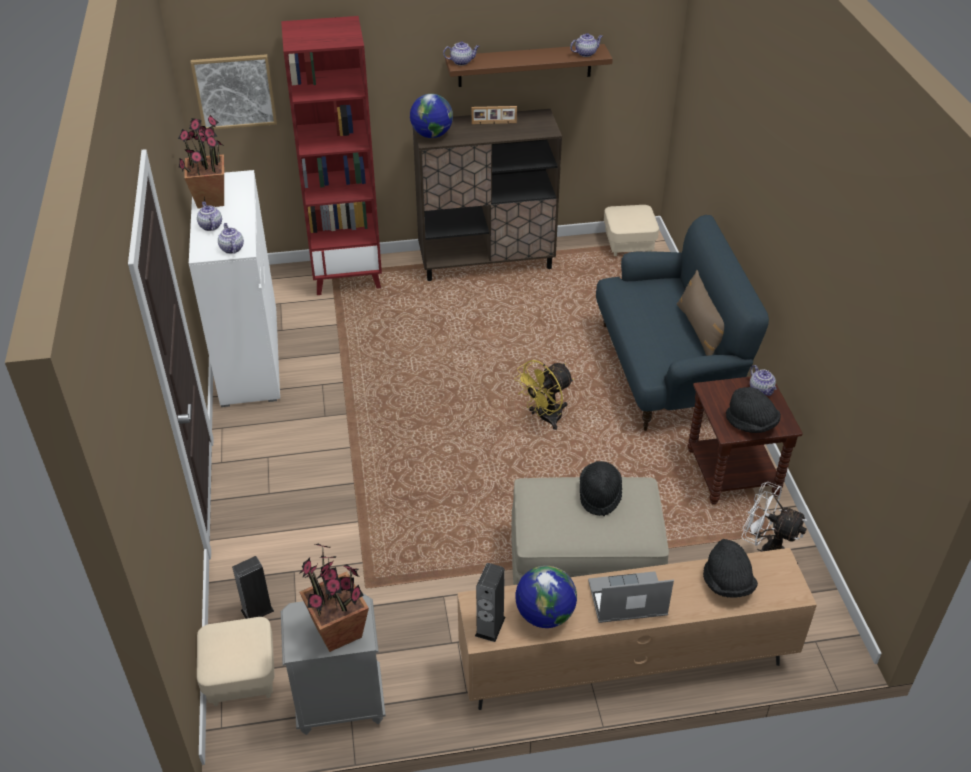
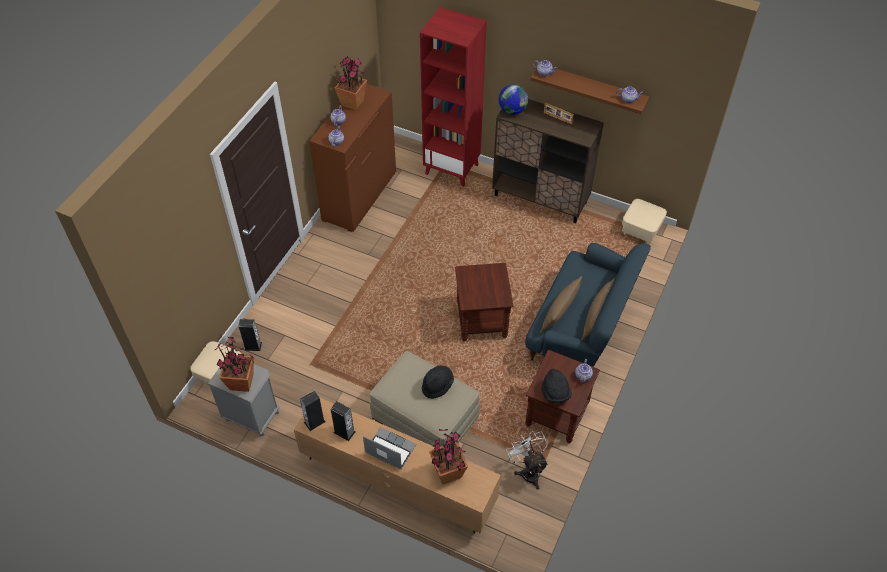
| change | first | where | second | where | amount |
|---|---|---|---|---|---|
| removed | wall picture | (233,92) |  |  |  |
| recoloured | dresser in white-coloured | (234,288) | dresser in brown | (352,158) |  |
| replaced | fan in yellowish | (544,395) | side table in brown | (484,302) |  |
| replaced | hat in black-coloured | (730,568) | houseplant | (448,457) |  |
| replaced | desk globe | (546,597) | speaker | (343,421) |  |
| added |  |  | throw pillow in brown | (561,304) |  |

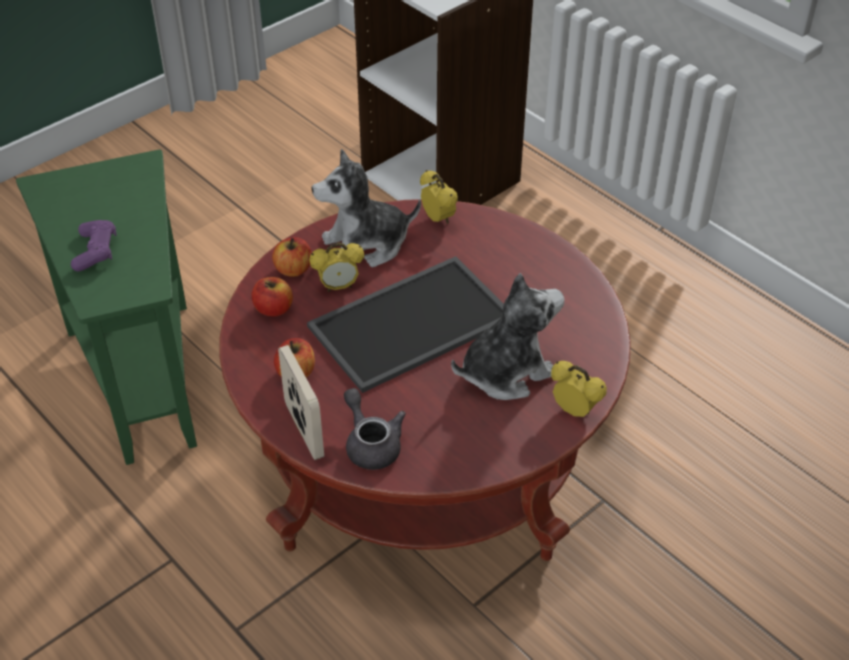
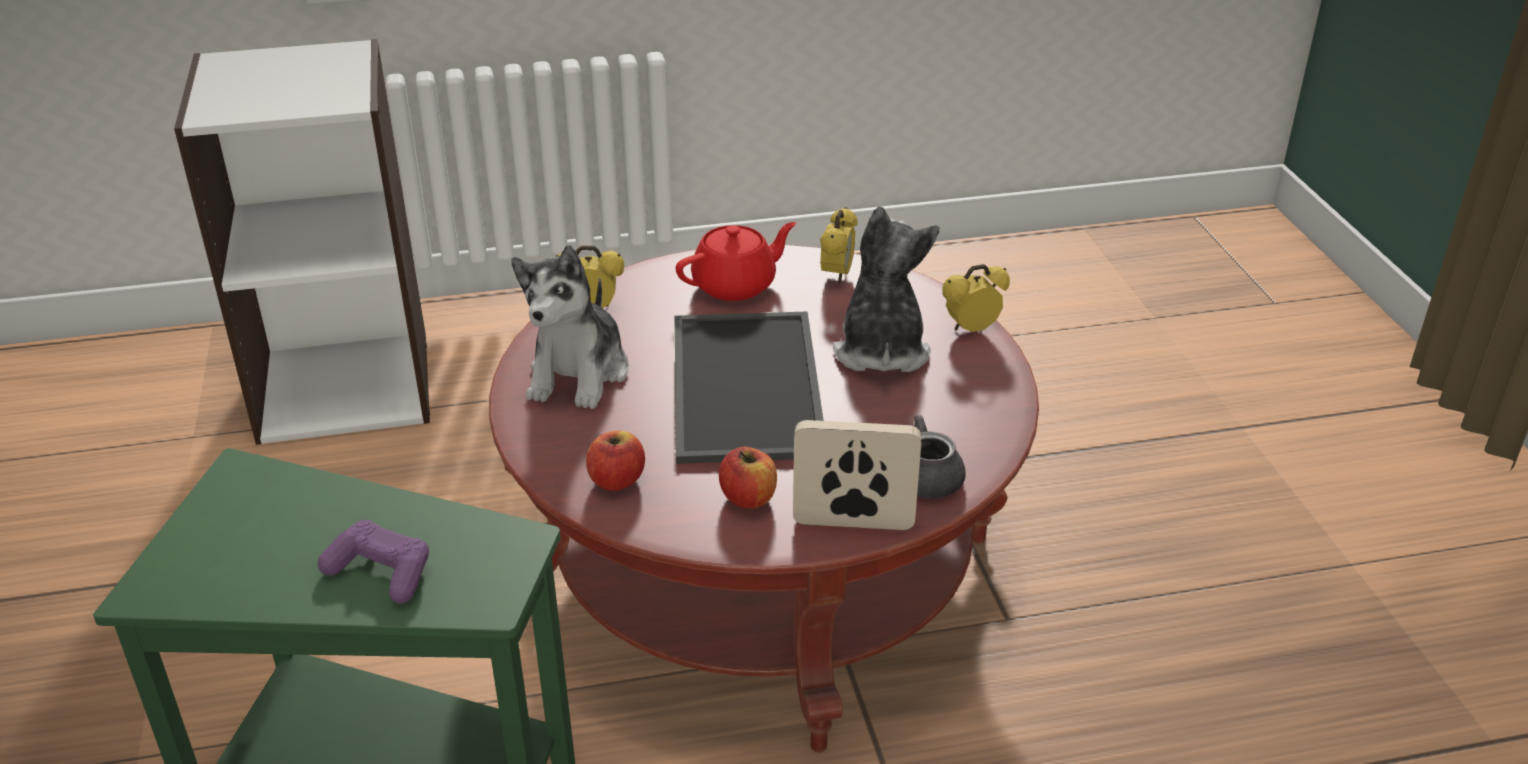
| change | first | where | second | where | amount |
|---|---|---|---|---|---|
| removed | whole apple | (292,257) |  |  |  |
| moved | alarm clock | (336,267) |  | (839,245) |  |
| added |  |  | teapot in red-coloured | (735,261) |  |

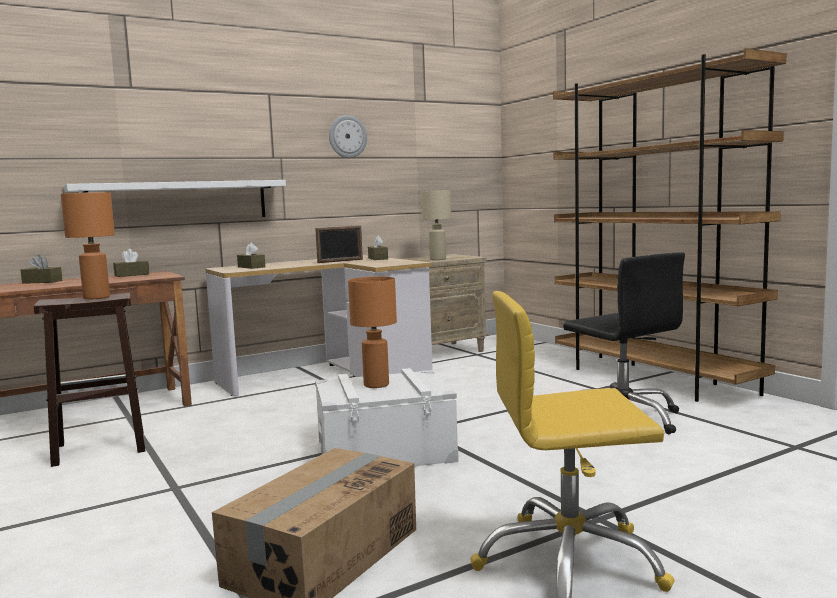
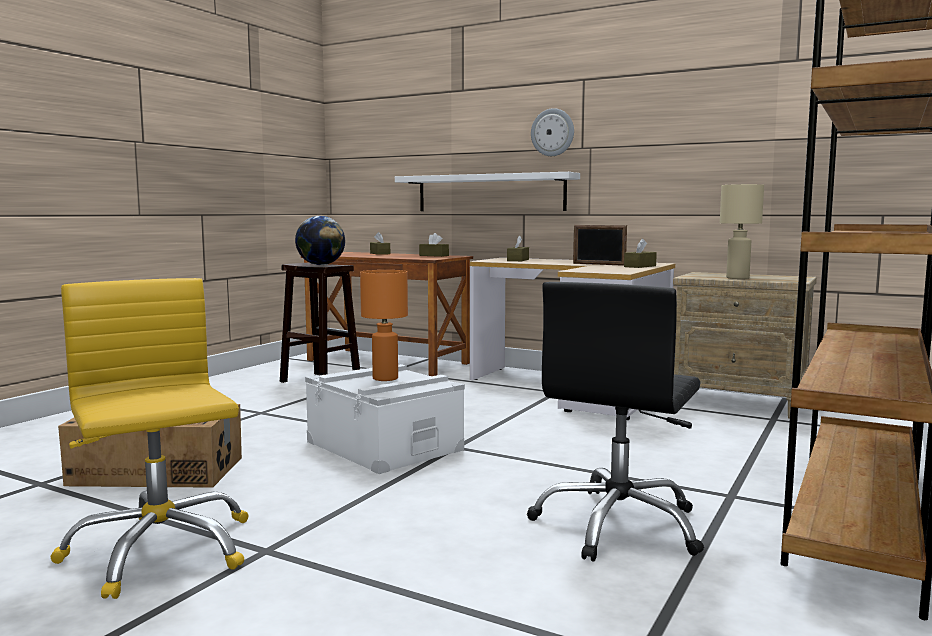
| change | first | where | second | where | amount |
|---|---|---|---|---|---|
| moved | wall clock | (348,136) |  | (552,132) |  |
| replaced | lamp for a table in orange-coloured | (88,246) | desk globe | (320,240) |  |

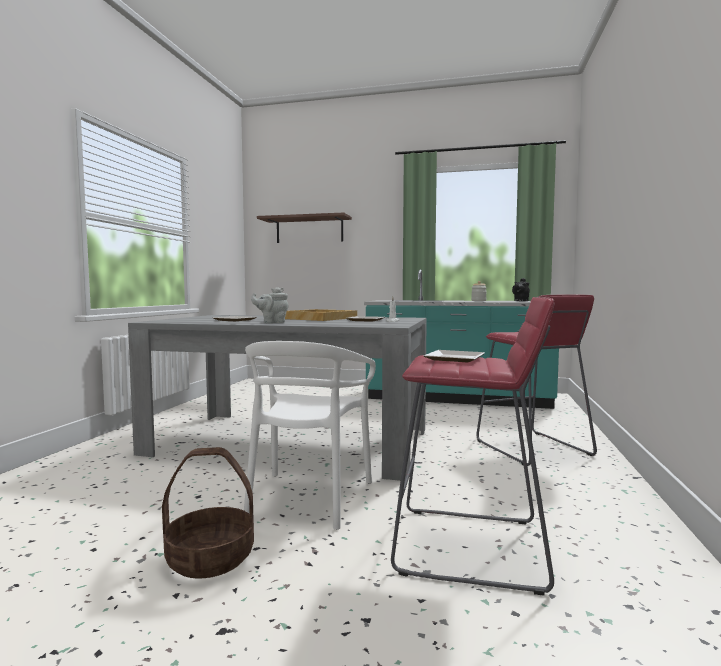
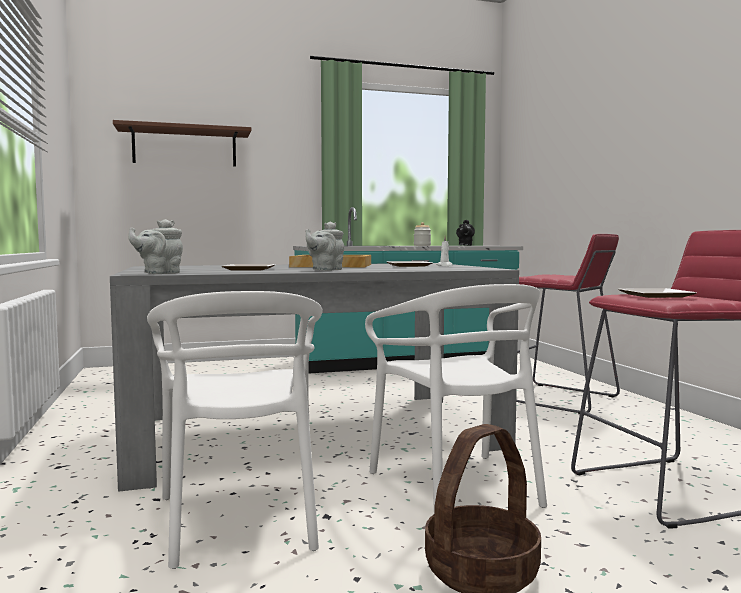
| change | first | where | second | where | amount |
|---|---|---|---|---|---|
| added |  |  | teapot in gray | (155,246) |  |
| added |  |  | upright chair in white-coloured | (235,430) |  |

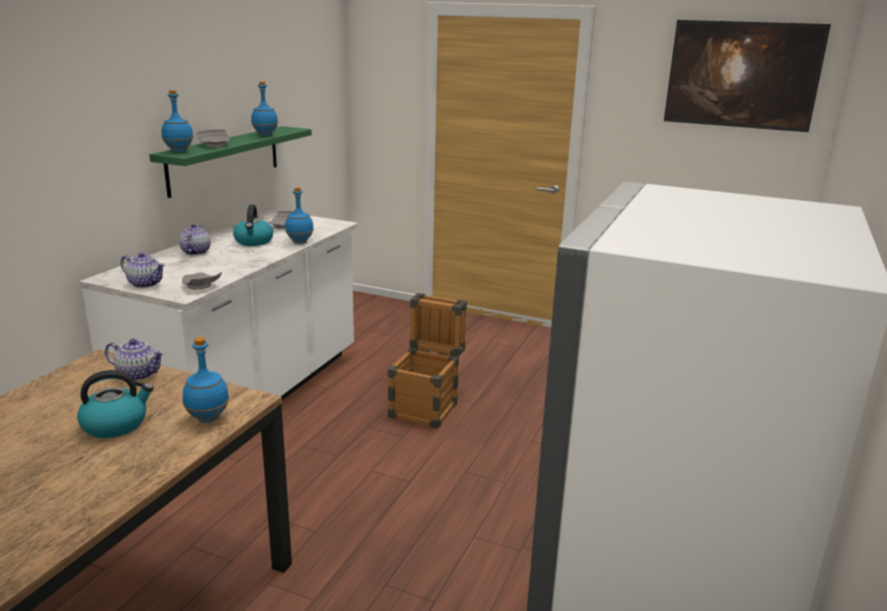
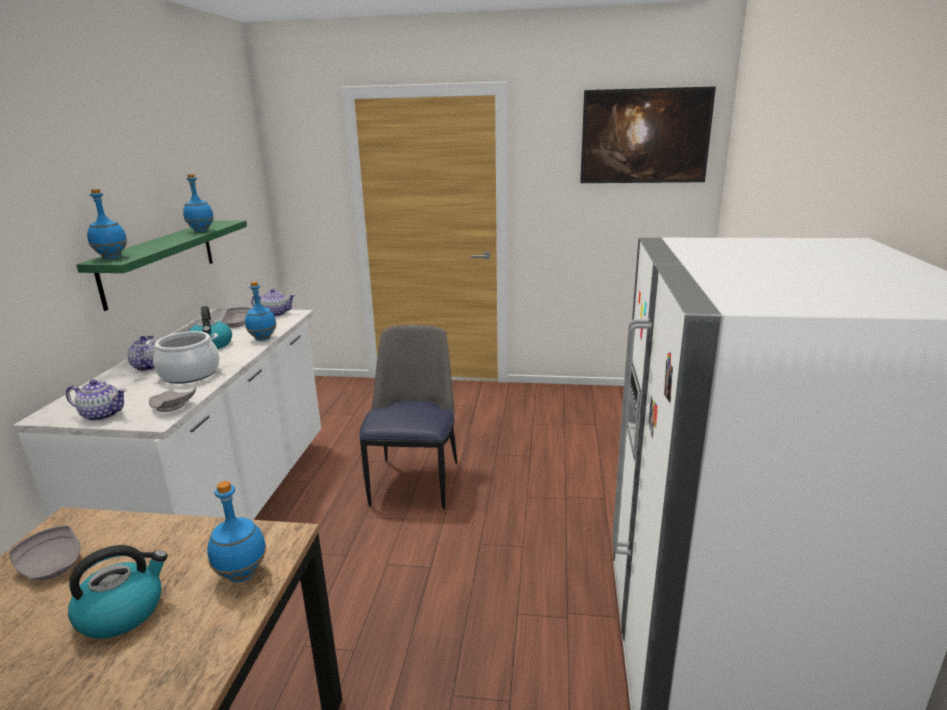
| change | first | where | second | where | amount |
|---|---|---|---|---|---|
| moved | plate in gray | (213,138) |  | (45,552) |  |
| replaced | packing crate | (427,361) | upright chair | (408,417) |  |
| moved | teapot | (135,360) |  | (273,303) |  |
| added |  |  | saucepot | (182,357) |  |

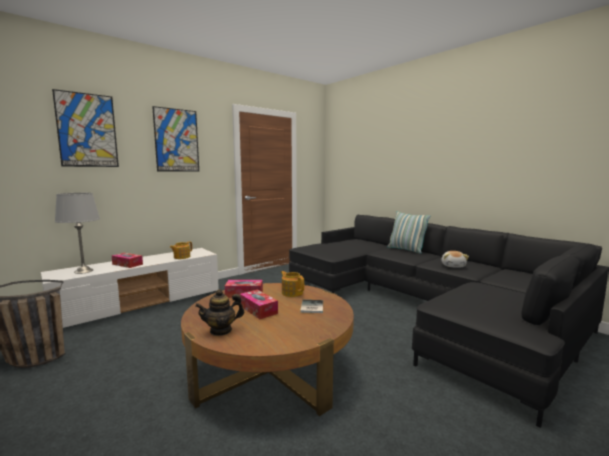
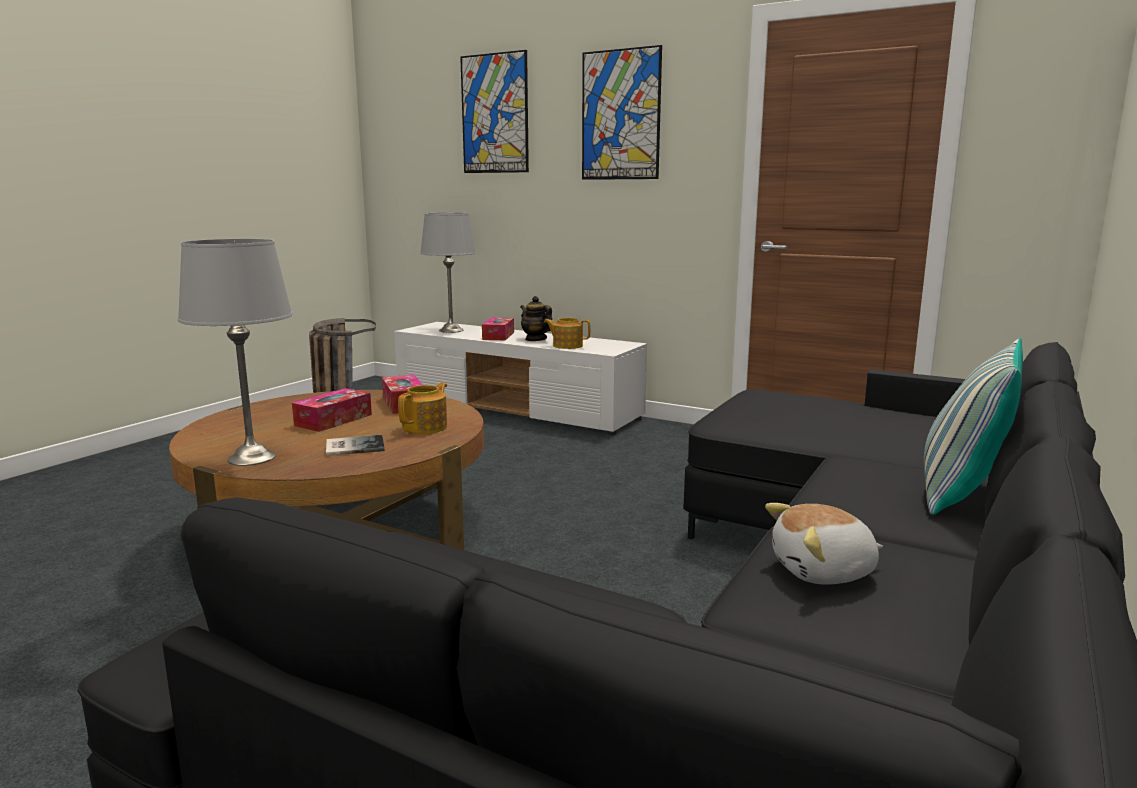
| change | first | where | second | where | amount |
|---|---|---|---|---|---|
| moved | teapot | (219,312) |  | (536,318) |  |
| added |  |  | lamp for a table in gray | (235,352) |  |

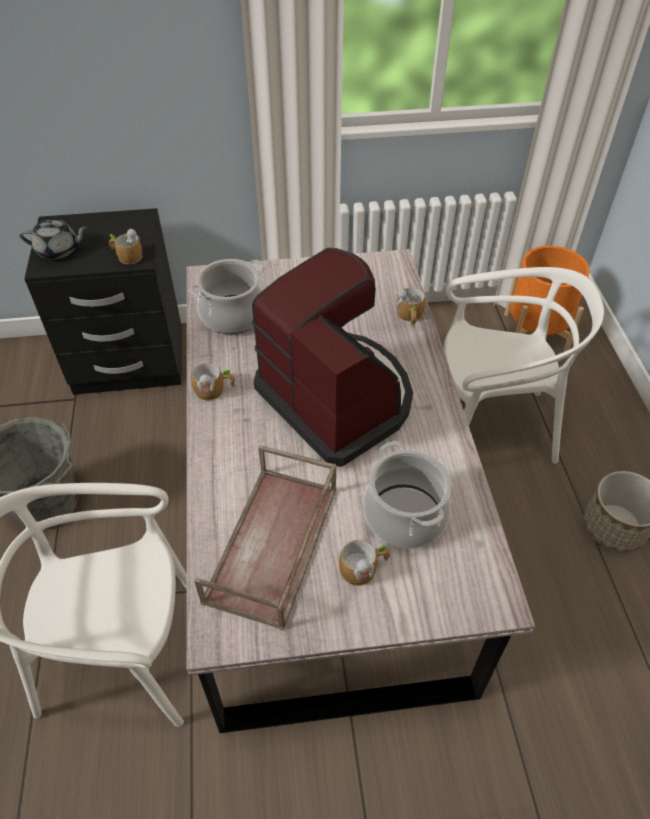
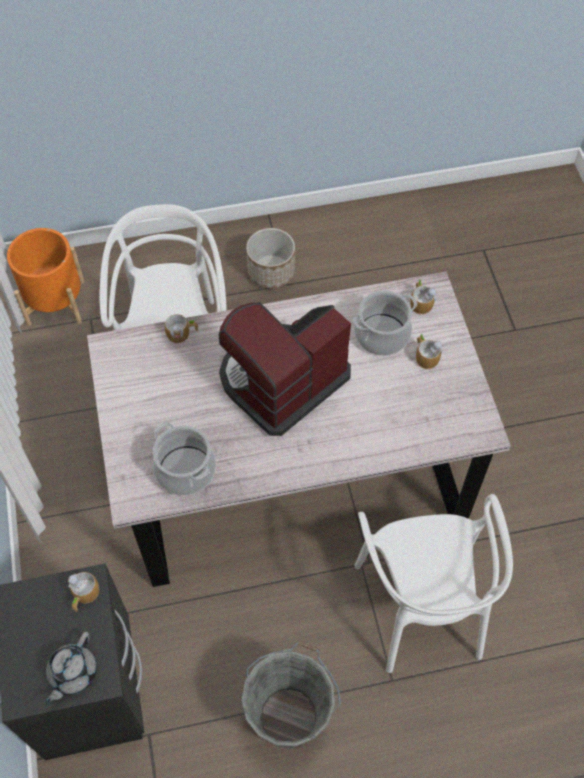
| change | first | where | second | where | amount |
|---|---|---|---|---|---|
| turned | teapot in gray | (53,239) |  | (71,668) | 150 degrees counterclockwise |
| moved | tea mug | (213,382) |  | (423,297) |  |
| removed | carrying tray in brown | (265,538) |  |  |  |

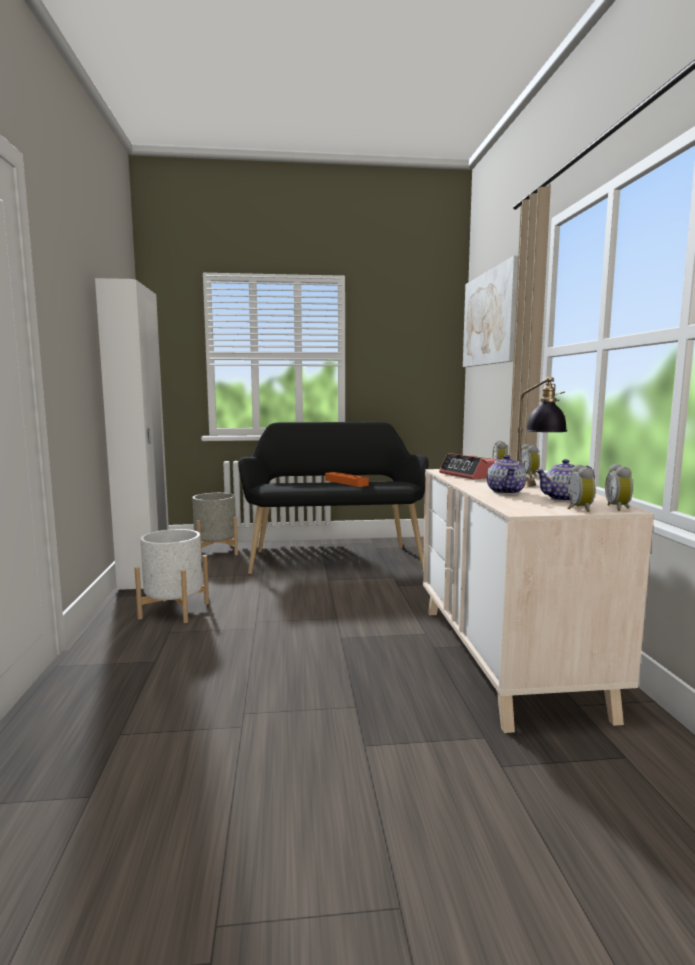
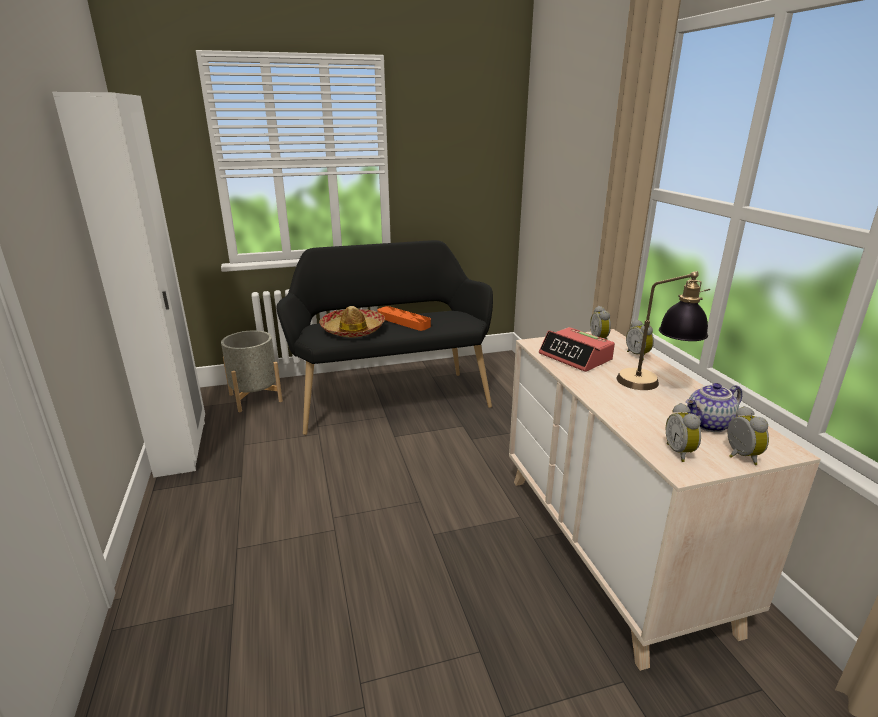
| change | first | where | second | where | amount |
|---|---|---|---|---|---|
| removed | wall picture | (490,311) |  |  |  |
| removed | teapot | (506,474) |  |  |  |
| moved | alarm clock | (619,487) |  | (683,432) |  |
| removed | flower pot in white-coloured | (172,576) |  |  |  |
| added |  |  | hat | (352,322) |  |

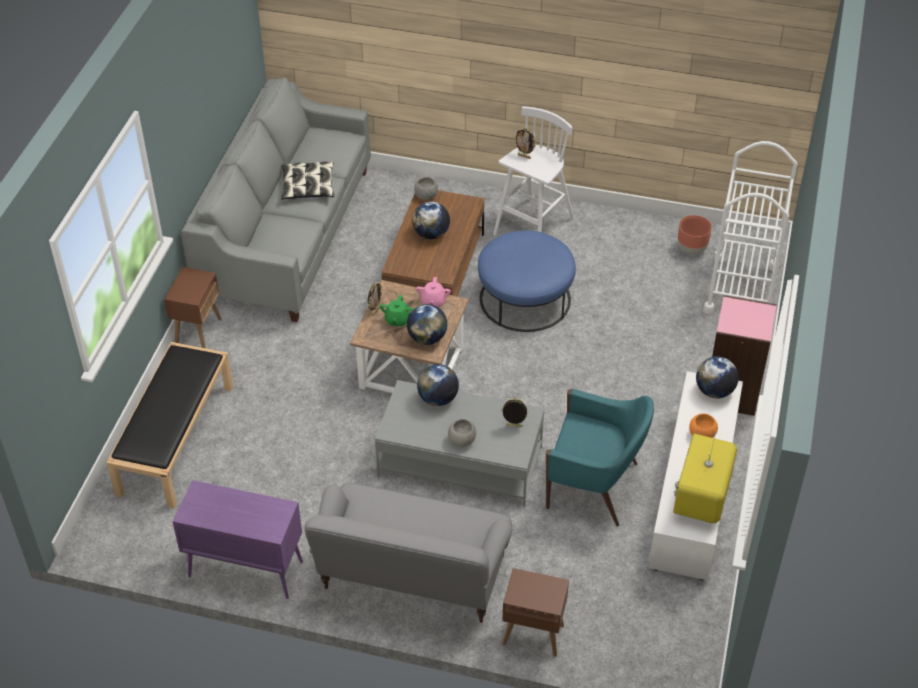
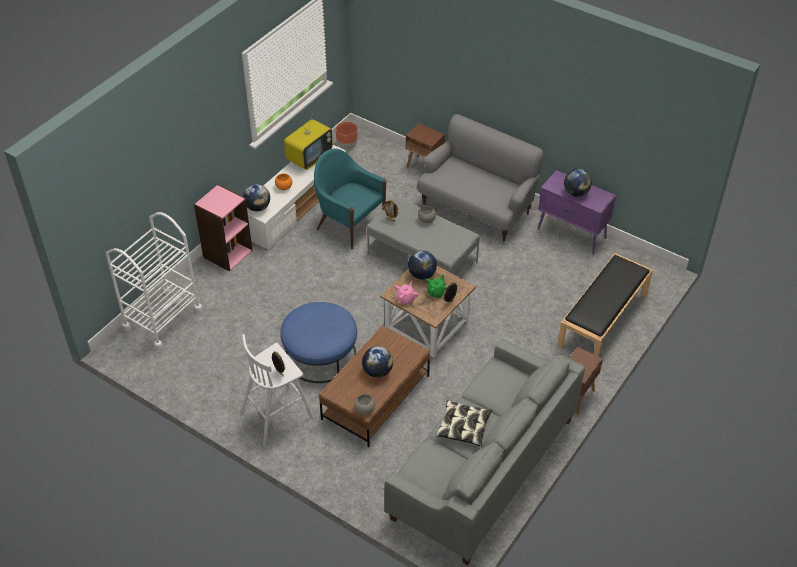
| change | first | where | second | where | amount |
|---|---|---|---|---|---|
| moved | flower pot in brown | (695,235) |  | (347,135) |  |
| moved | desk globe | (438,385) |  | (578,183) |  |

